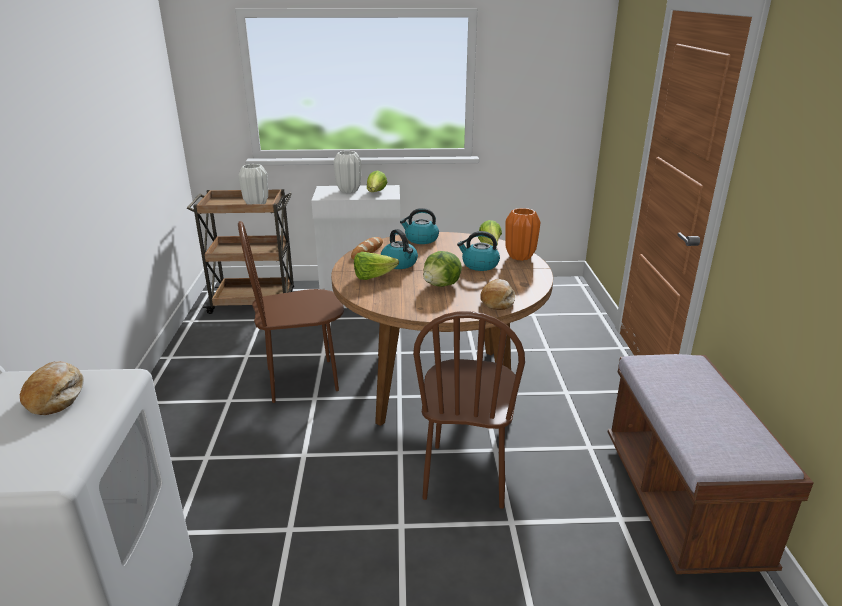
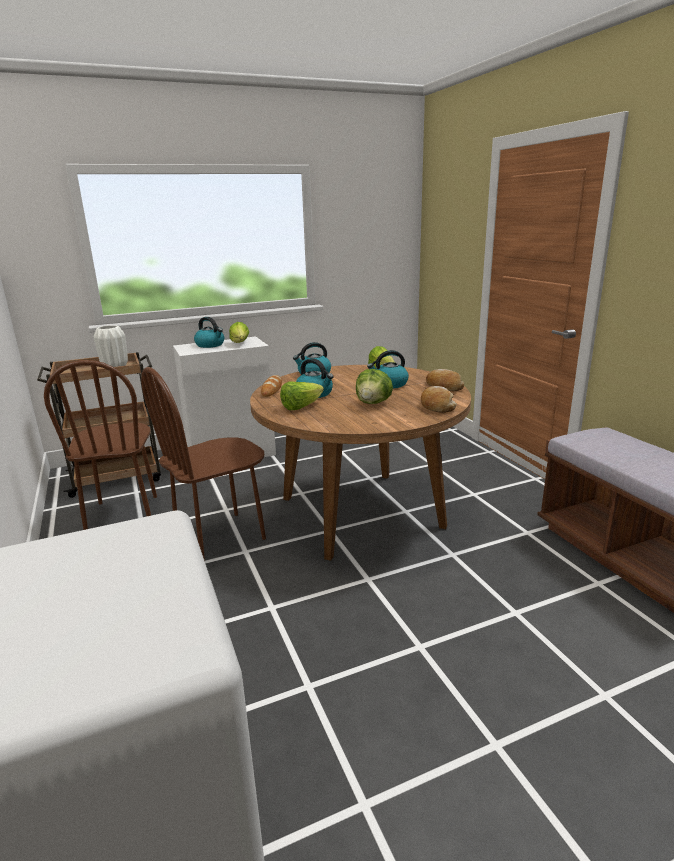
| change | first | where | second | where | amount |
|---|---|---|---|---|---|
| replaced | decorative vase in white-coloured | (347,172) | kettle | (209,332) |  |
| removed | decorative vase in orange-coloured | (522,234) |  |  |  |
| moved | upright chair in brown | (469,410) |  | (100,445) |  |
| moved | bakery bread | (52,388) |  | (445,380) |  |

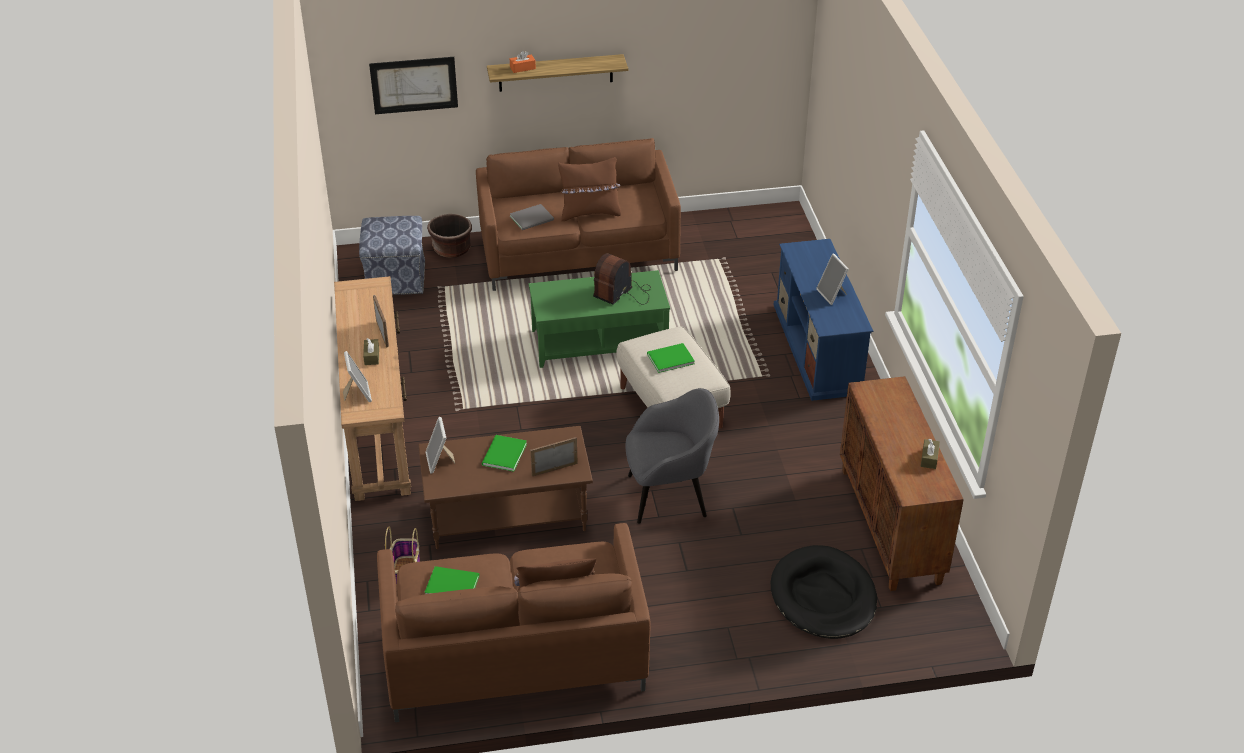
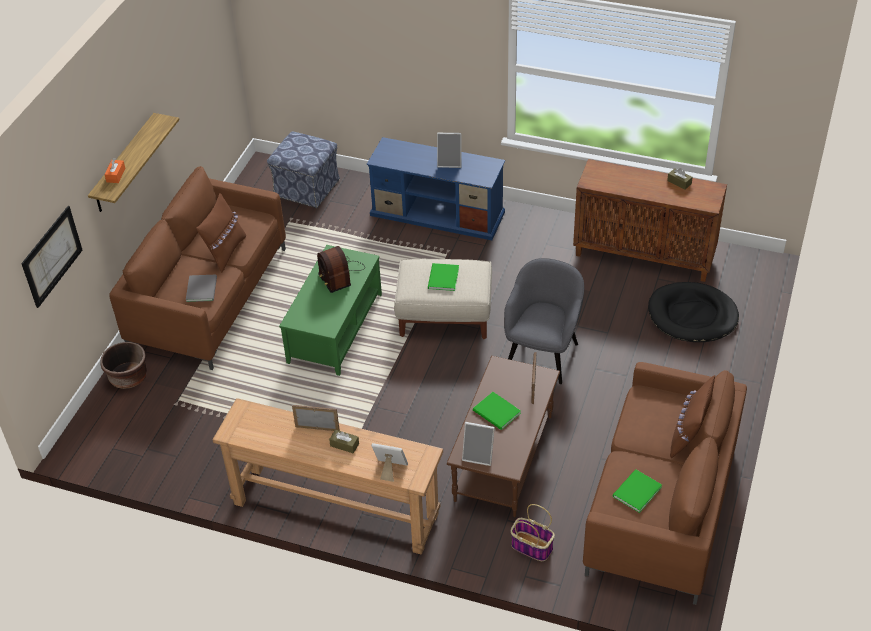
| change | first | where | second | where | amount |
|---|---|---|---|---|---|
| moved | pouffe | (392,255) |  | (303,169) |  |

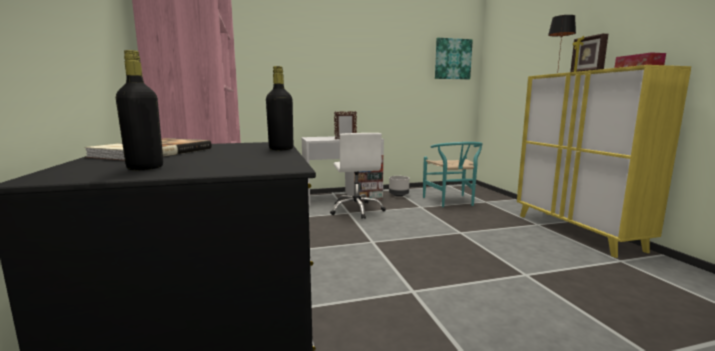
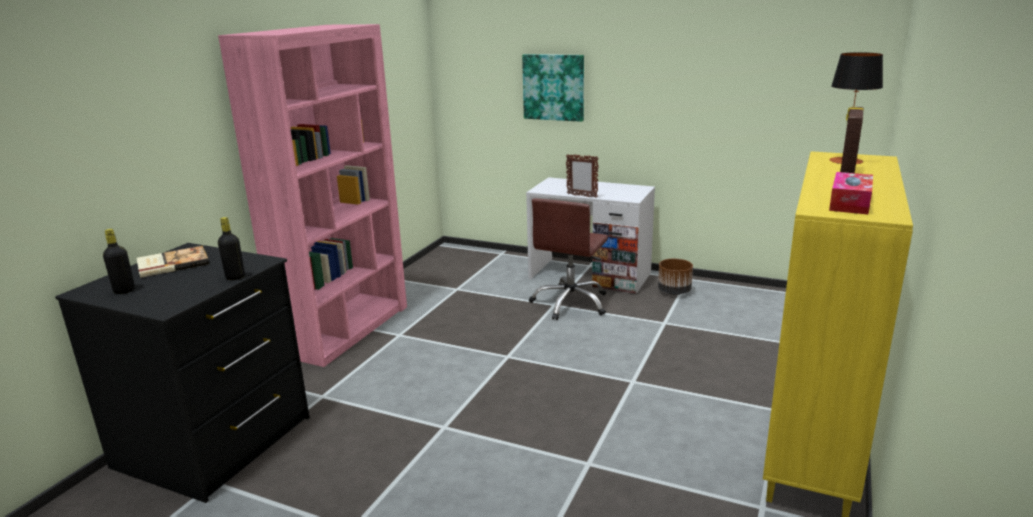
| change | first | where | second | where | amount |
|---|---|---|---|---|---|
| moved | wall picture | (454,58) |  | (553,88) |  |
| recoloured | office chair in white-coloured | (358,176) | office chair in brown | (568,259) |  |
| removed | upright chair in turquoise-coloured | (453,174) |  |  |  |
| recoloured | flower pot in gray | (399,186) | flower pot in brown | (675,277) |  |

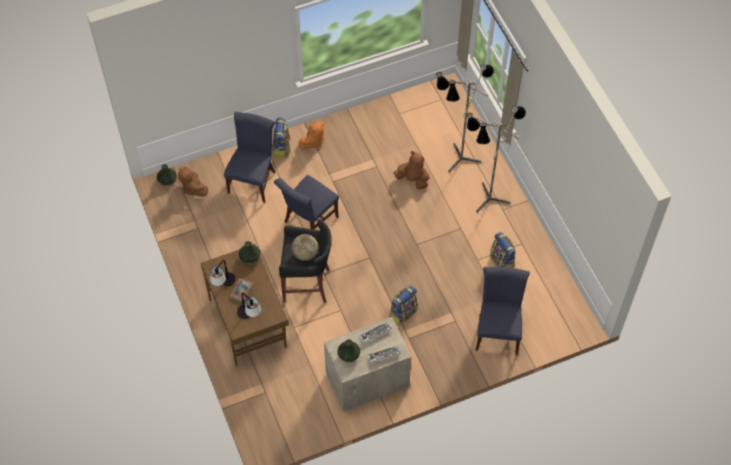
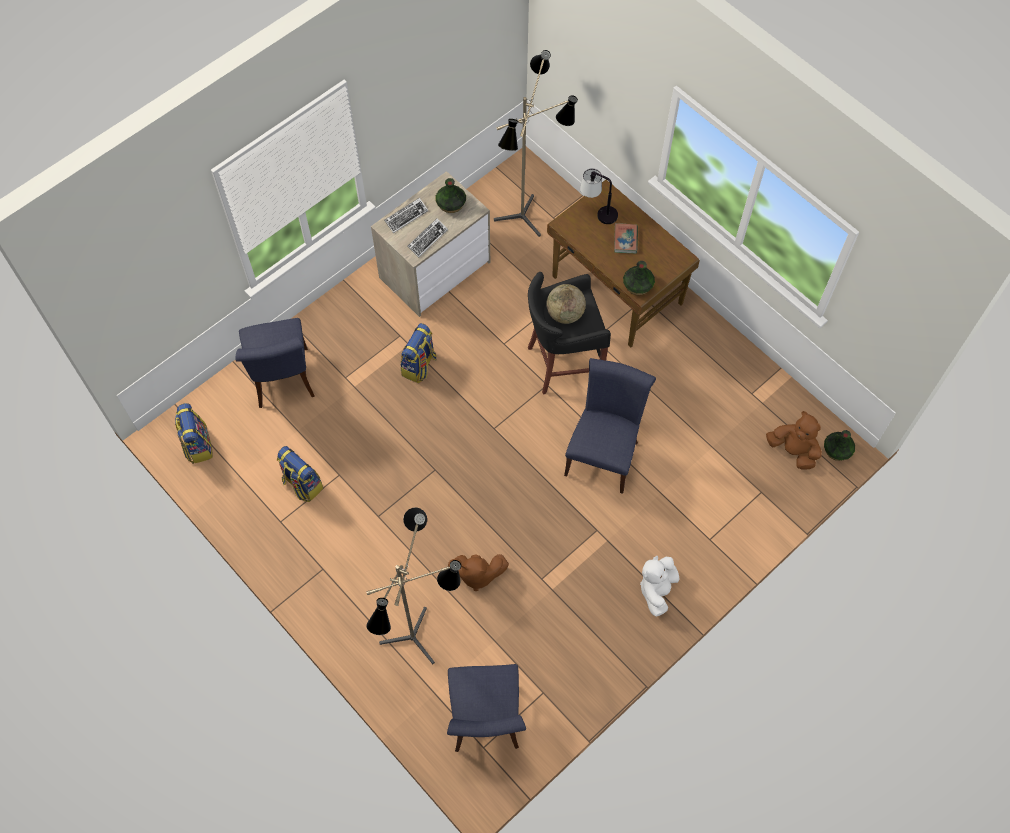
| change | first | where | second | where | amount |
|---|---|---|---|---|---|
| moved | standard lamp | (496,159) |  | (536,143) |  |
| moved | upright chair in blue | (250,157) |  | (486,708) |  |
| moved | knapsack | (281,137) |  | (194,433) |  |
| recoloured | plush toy in orange-coloured | (311,135) | plush toy in white-coloured | (660,586) |  |
| removed | lamp for a table | (223,273) |  |  |  |

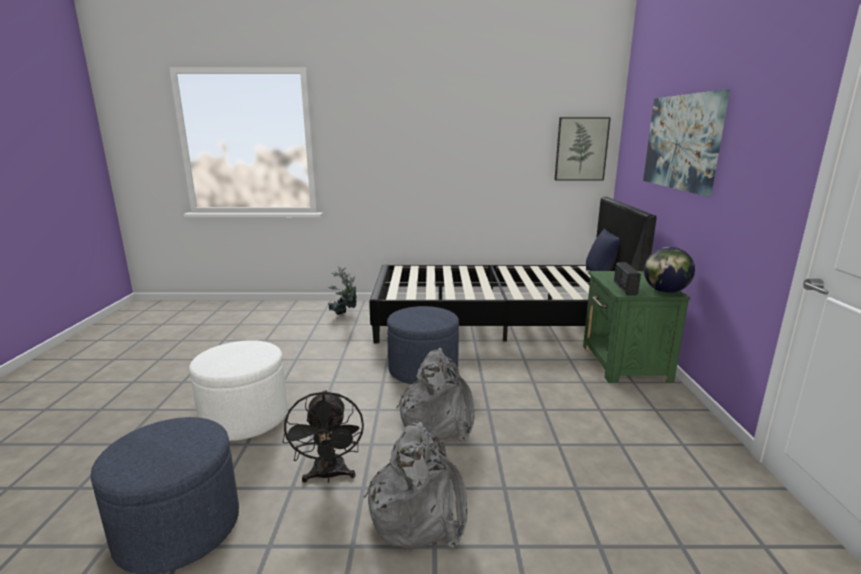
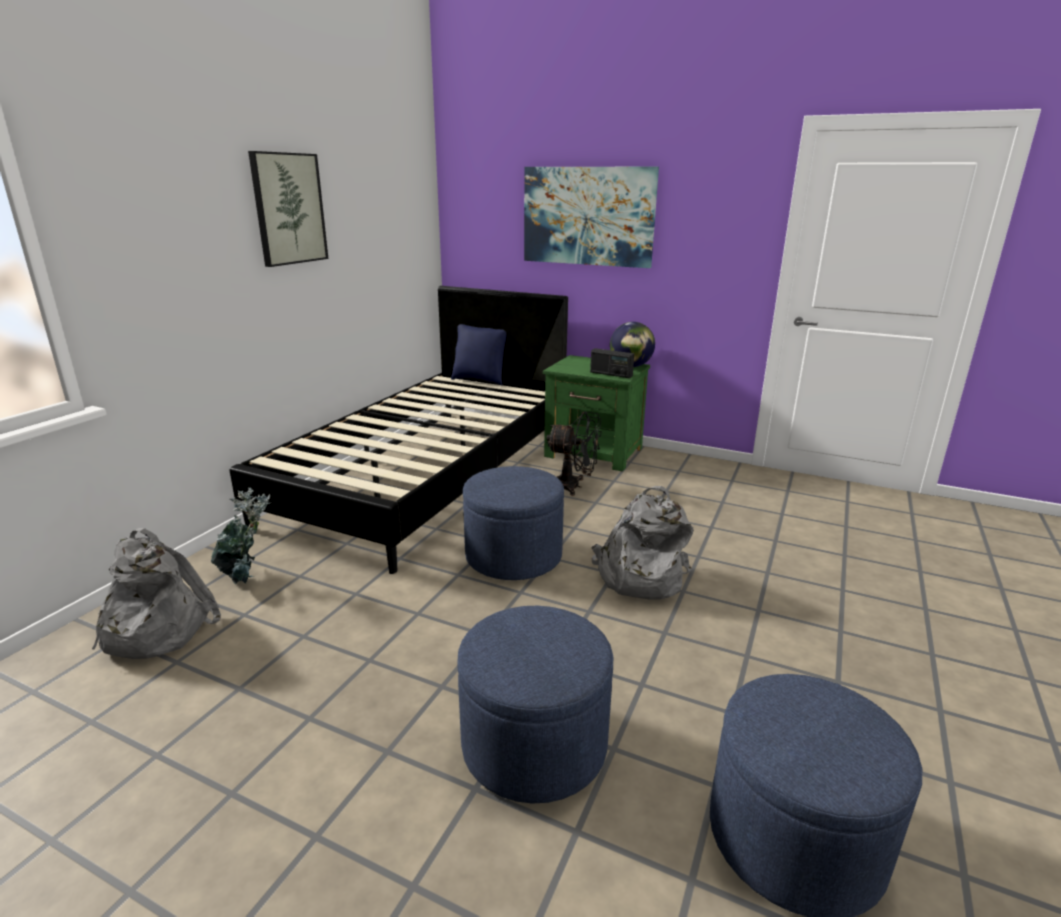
| change | first | where | second | where | amount |
|---|---|---|---|---|---|
| moved | wall picture | (583,148) |  | (288,209) |  |
| recoloured | pouffe in white-coloured | (238,390) | pouffe in blue | (535,705) |  |
| moved | fan in black-coloured | (323,436) |  | (574,454) |  |
| moved | knapsack in gray | (415,486) |  | (156,593) |  |

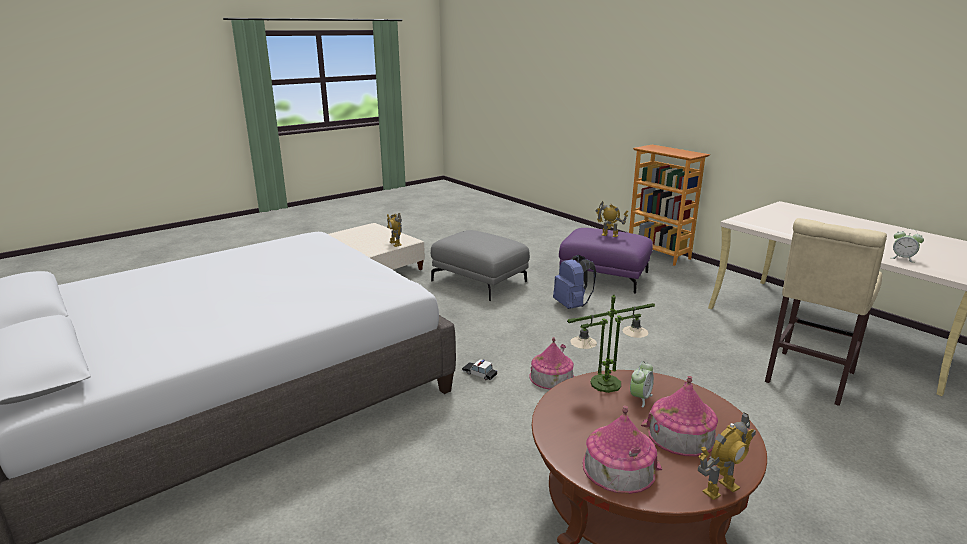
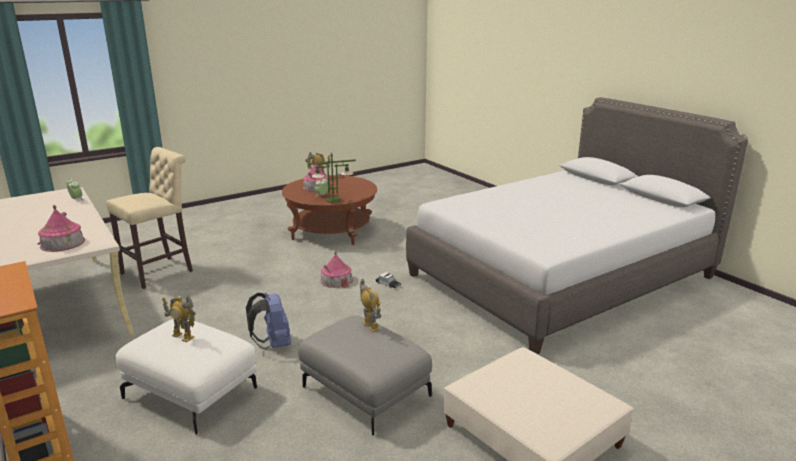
| change | first | where | second | where | amount |
|---|---|---|---|---|---|
| moved | model robot | (394,230) |  | (370,305) |  |
| recoloured | pouffe in purple-coloured | (606,261) | pouffe in white-coloured | (186,377) |  |
| moved | miniature house | (622,450) |  | (61,228) |  |

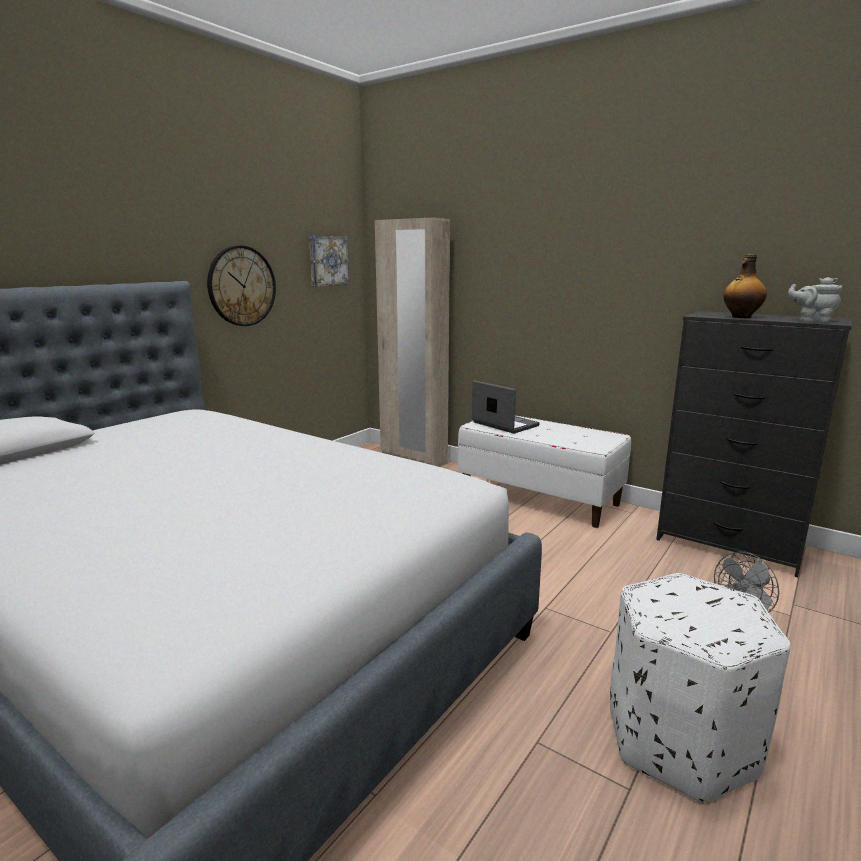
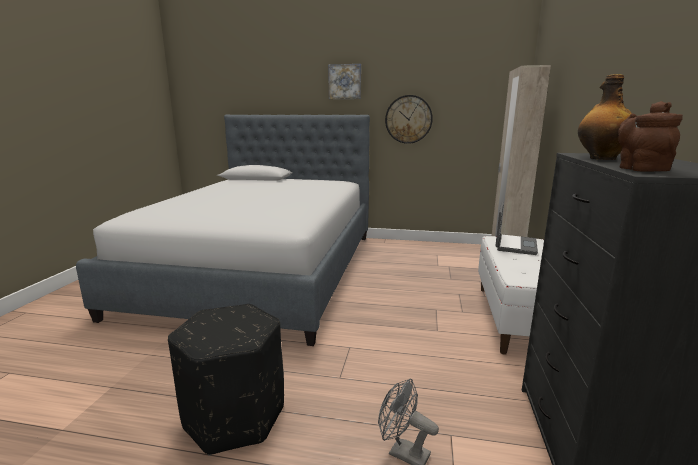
| change | first | where | second | where | amount |
|---|---|---|---|---|---|
| moved | wall picture | (329,261) |  | (344,81) |  |
| recoloured | teapot in gray | (815,300) | teapot in brown | (650,136) |  |
| recoloured | pouffe in white-coloured | (700,688) | pouffe in black-coloured | (226,380) |  |

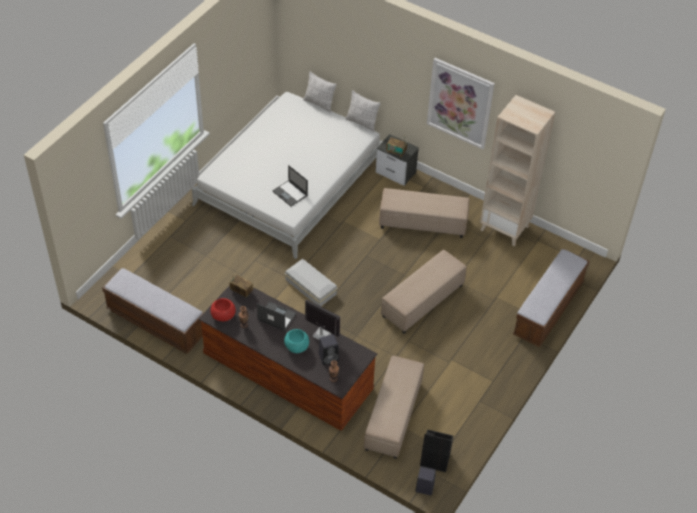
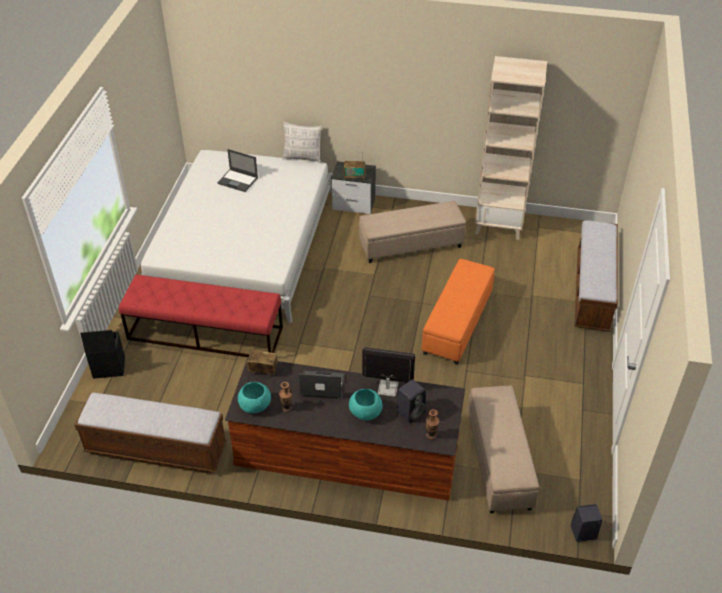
| change | first | where | second | where | amount |
|---|---|---|---|---|---|
| removed | wall picture | (461,103) |  |  |  |
| removed | throw pillow | (320,92) |  |  |  |
| moved | notebook computer | (290,186) |  | (237,170) |  |
| recoloured | pouffe in beige | (424,292) | pouffe in orange-coloured | (458,312) |  |
| removed | storage bin in white-coloured | (311,282) |  |  |  |
| recoloured | serving bowl in red-coloured | (223,309) | serving bowl in turquoise-coloured | (254,397) |  |
| moved | storage bin in black-coloured | (436,451) |  | (102,354) |  |
| added |  |  | long seat in red-coloured | (201,316) |  |

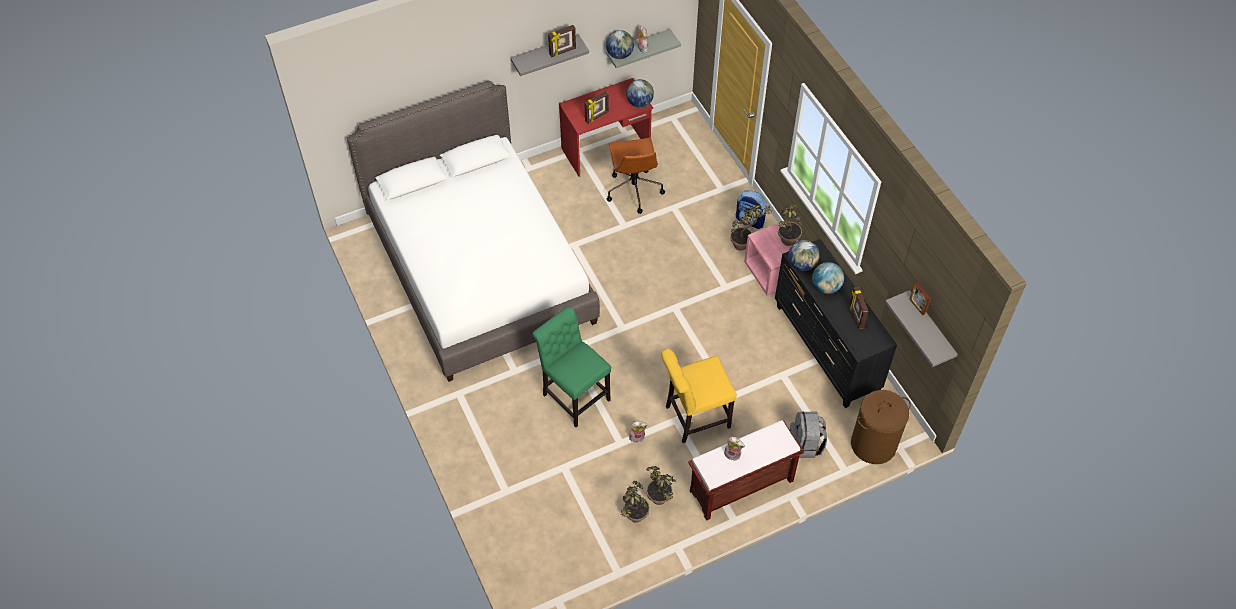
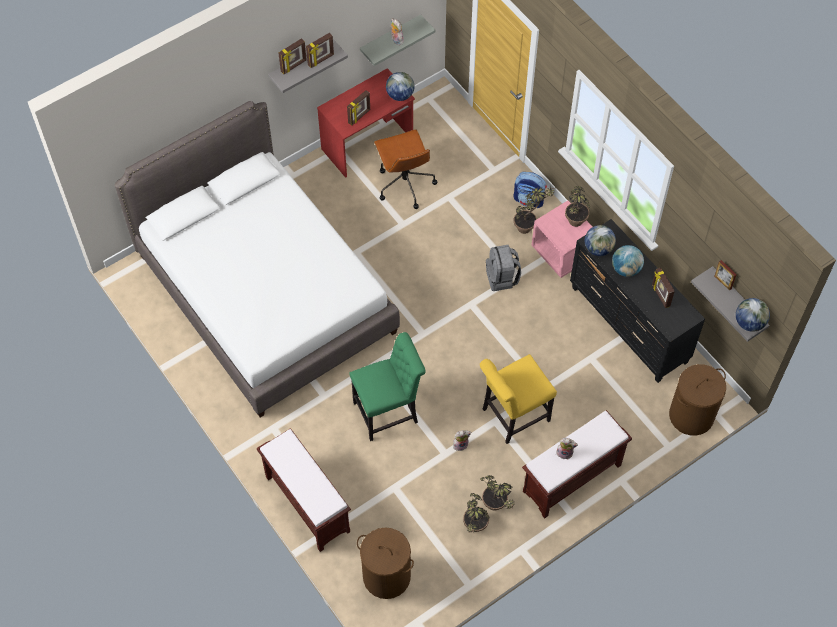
| change | first | where | second | where | amount |
|---|---|---|---|---|---|
| moved | desk globe | (620,44) |  | (753,315) |  |
| turned | upright chair in greenish | (571,366) |  | (388,386) | 120 degrees clockwise |
| moved | knapsack in gray | (808,434) |  | (503,268) |  |
| added |  |  | photo frame | (293,56) |  |
| added |  |  | long seat in brown | (304,490) |  |
| added |  |  | hamper in brown | (385,563) |  |

